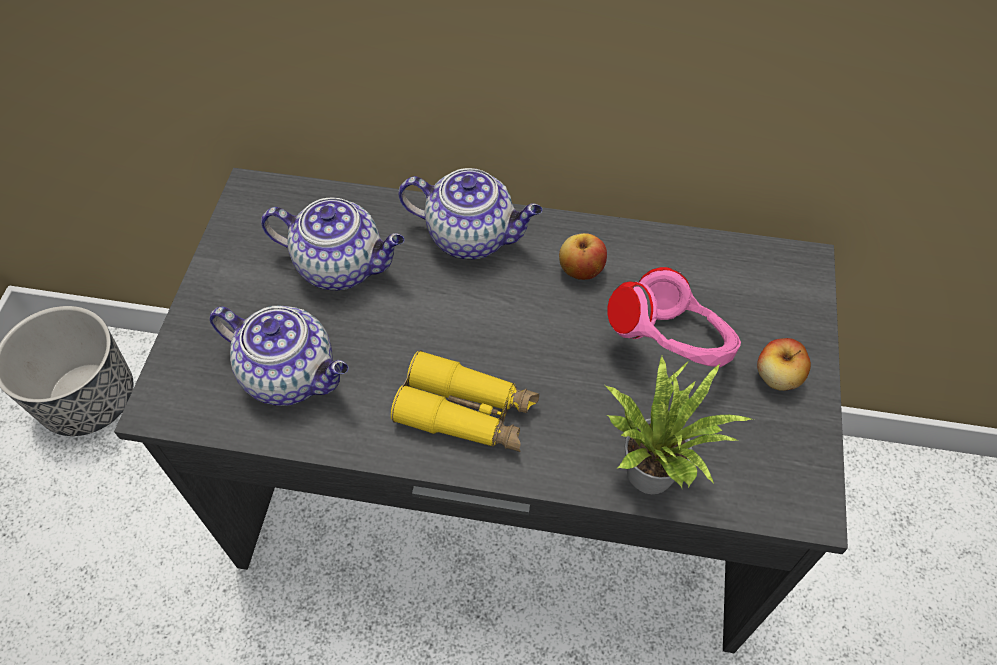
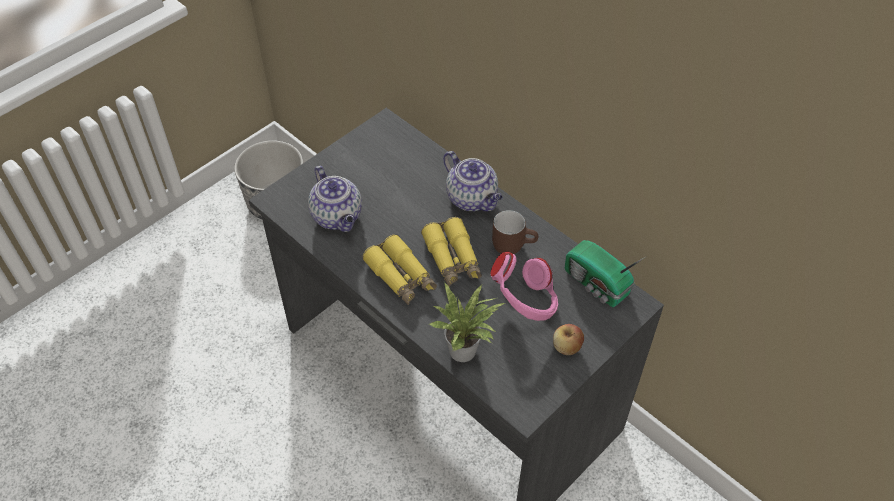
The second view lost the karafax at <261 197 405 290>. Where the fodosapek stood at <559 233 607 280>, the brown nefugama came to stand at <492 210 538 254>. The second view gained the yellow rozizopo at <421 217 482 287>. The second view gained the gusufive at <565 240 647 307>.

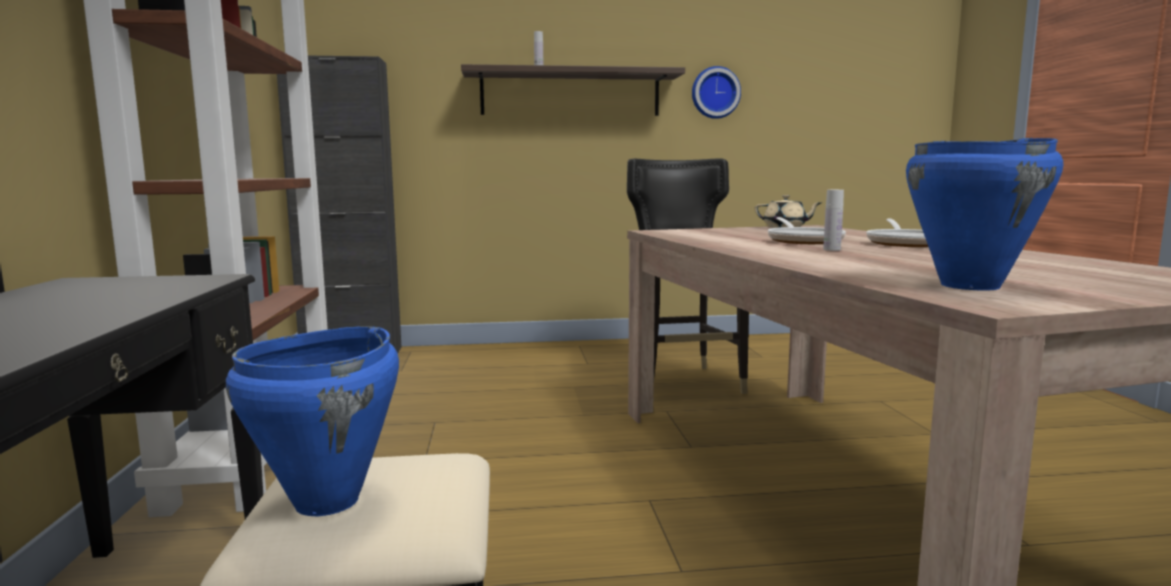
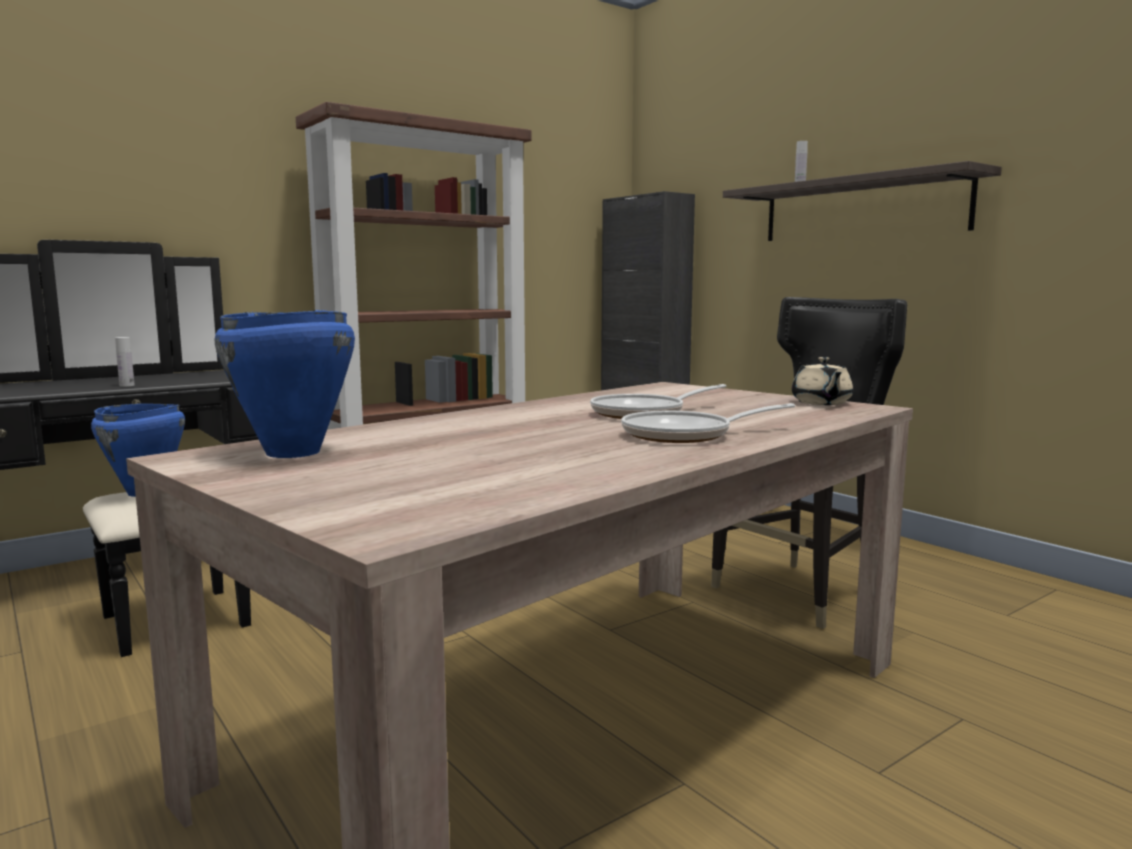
The second view lost the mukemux at <692 66 741 119>. The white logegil ended up elsewhere, having gone from <823 190 844 251> to <115 337 135 387>.

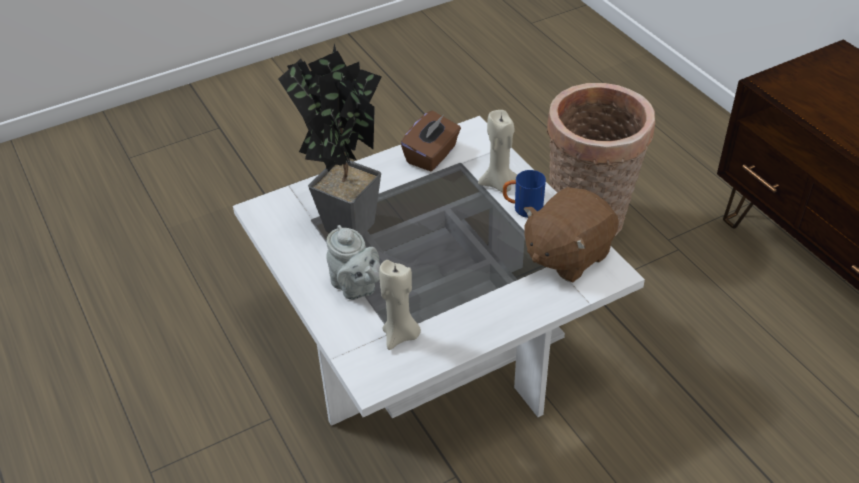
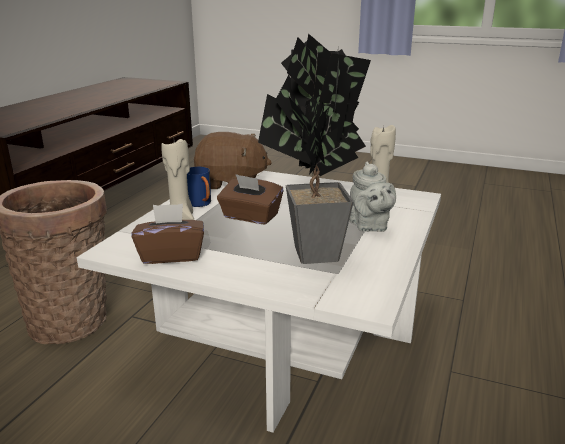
The grey karafax at <326 225 380 300> ended up facing another way, 150 degrees clockwise from before. The second view gained the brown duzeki at <217 174 284 225>.

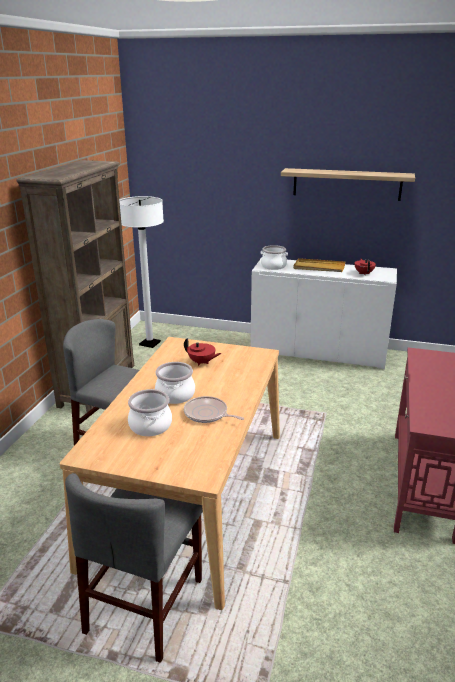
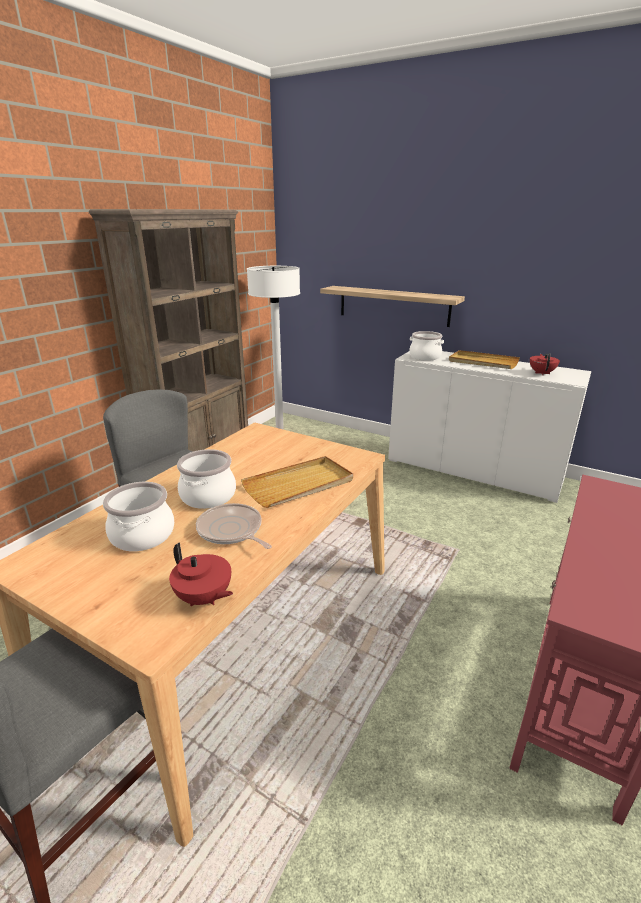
The red karafax ended up elsewhere, having gone from <184 338 221 366> to <169 542 233 606>. The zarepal ended up elsewhere, having gone from <281 168 415 201> to <320 286 465 327>. The second view gained the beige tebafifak at <241 456 353 508>.

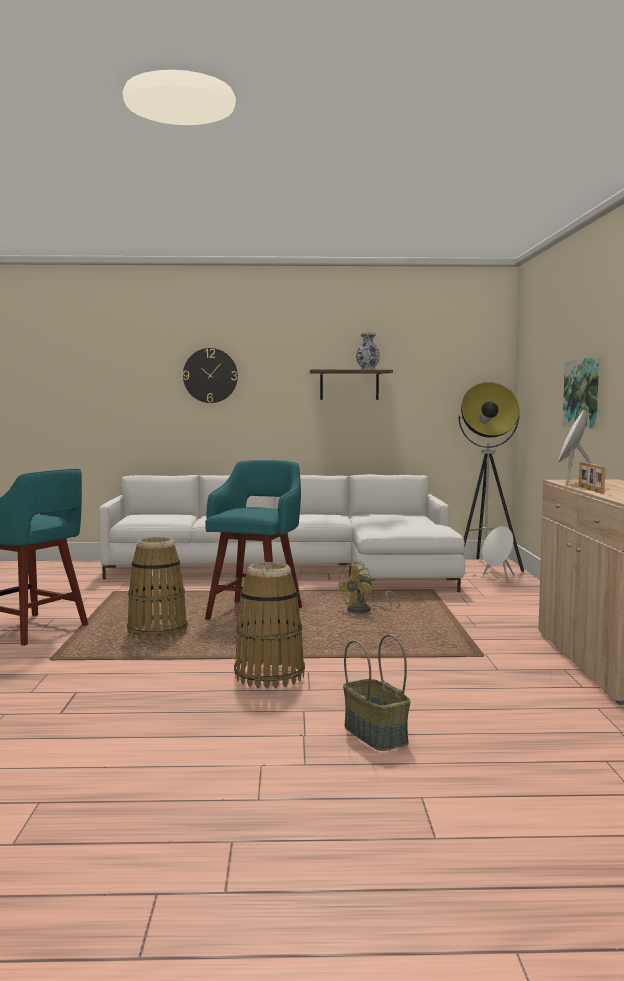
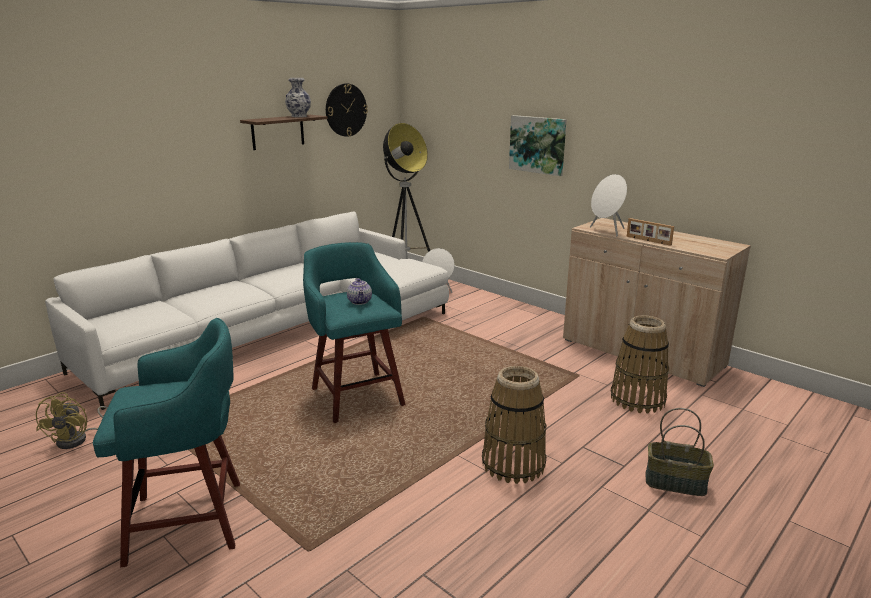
The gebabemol ended up elsewhere, having gone from <127 537 188 640> to <611 315 669 414>. The mukemux ended up elsewhere, having gone from <183 348 238 403> to <326 83 368 137>. The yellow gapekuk ended up elsewhere, having gone from <336 561 400 613> to <36 392 108 449>. The second view gained the karafax at <347 278 372 305>.

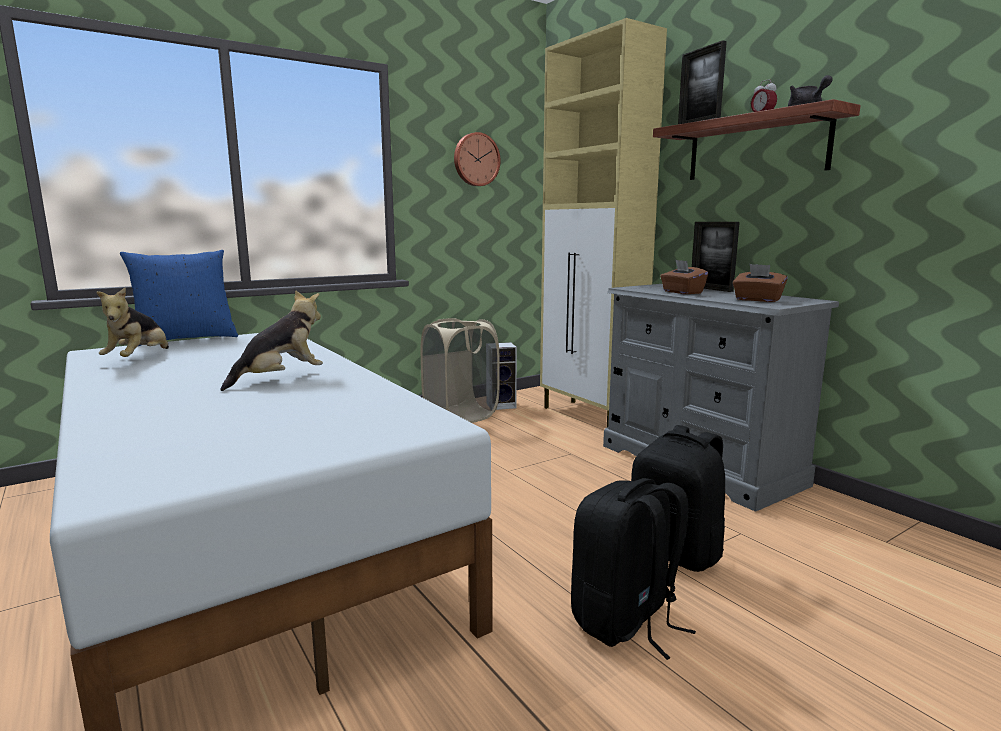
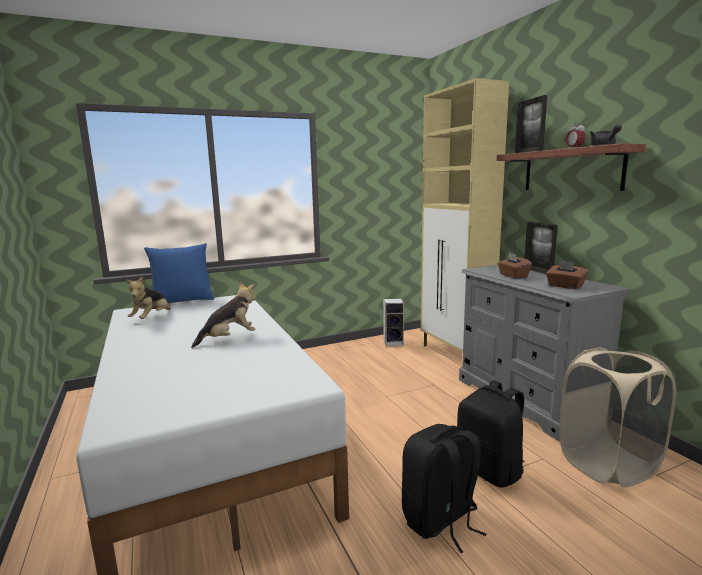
The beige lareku ended up elsewhere, having gone from <421 318 500 423> to <559 347 676 488>. The second view lost the mukemux at <454 132 501 186>.

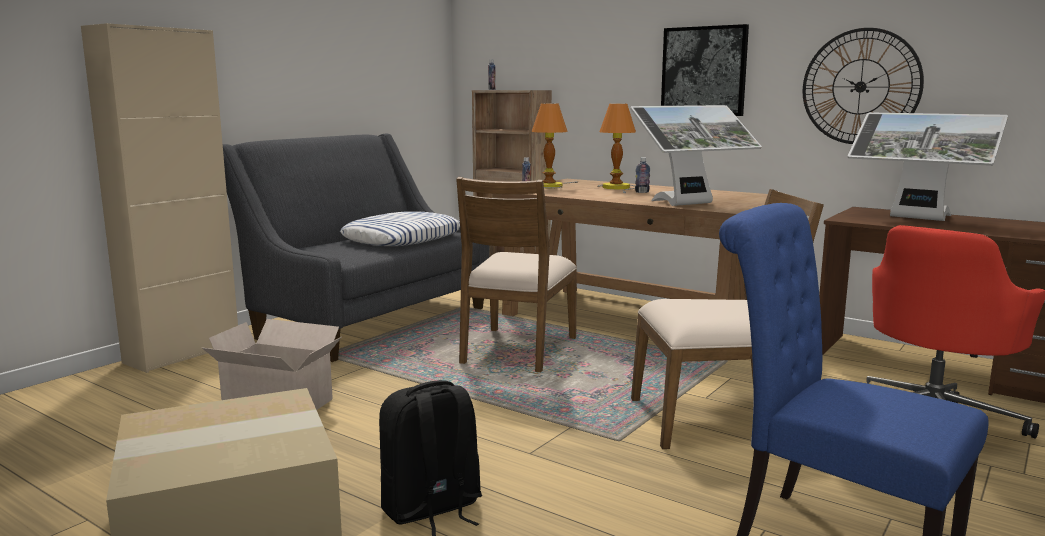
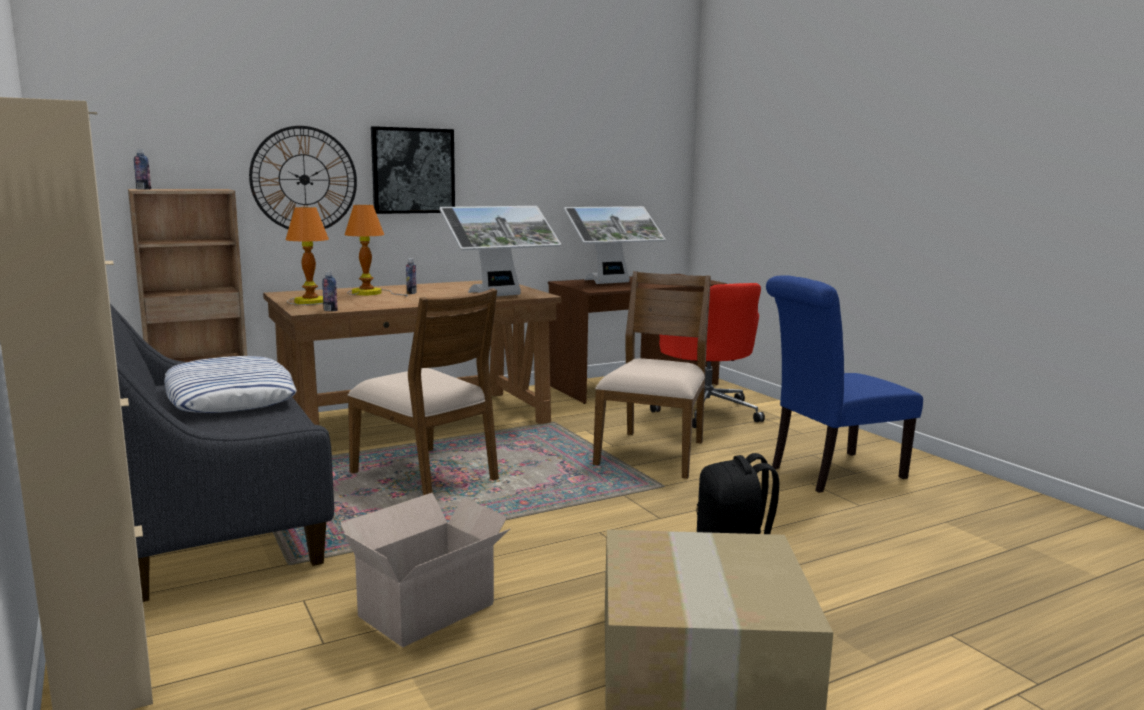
The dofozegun at <630 105 762 206> ended up facing another way, 60 degrees clockwise from before. The mukemux ended up elsewhere, having gone from <803 28 924 144> to <249 126 357 229>.

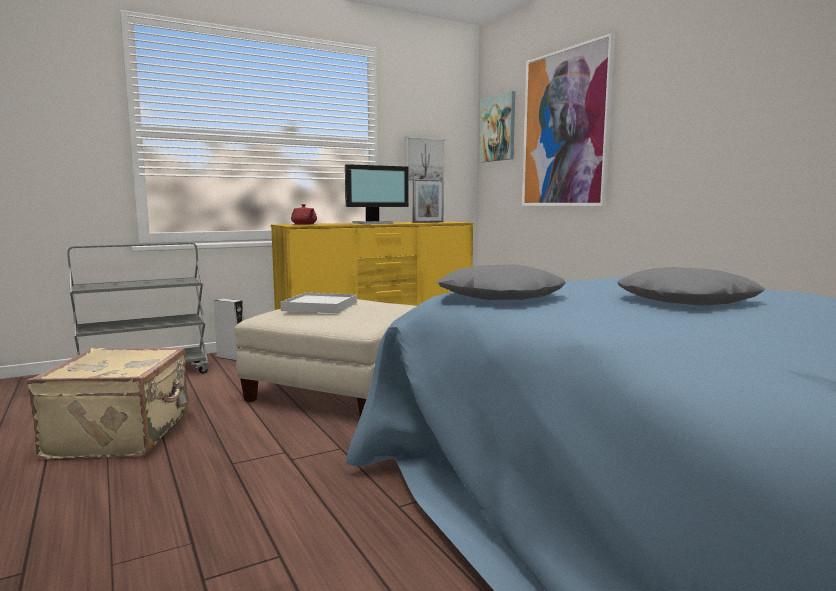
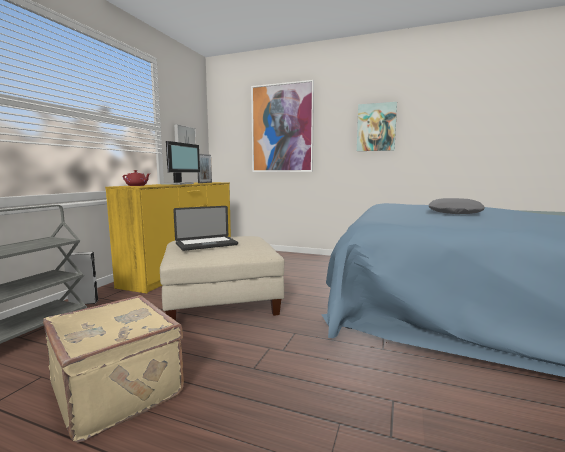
Where the white tebafifak stood at <280 293 357 313>, the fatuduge came to stand at <173 206 238 251>. The second view lost the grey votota at <437 264 566 300>. The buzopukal ended up elsewhere, having gone from <479 91 515 162> to <357 102 397 151>.

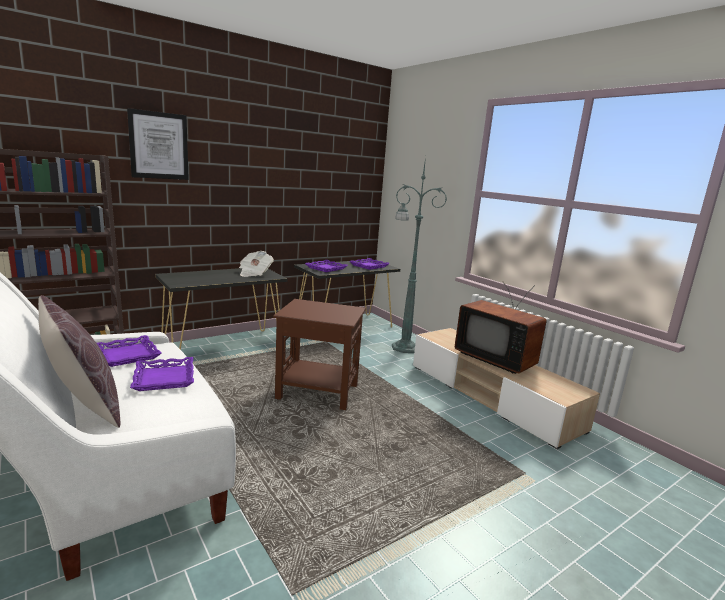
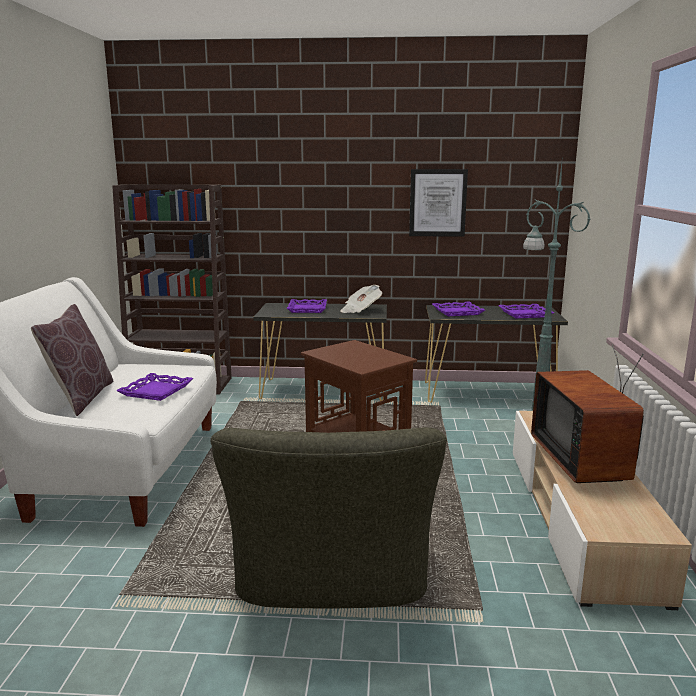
The purple tebafifak ended up elsewhere, having gone from <97 335 162 367> to <287 299 327 313>. The buzopukal ended up elsewhere, having gone from <127 108 189 180> to <409 169 468 237>. The second view gained the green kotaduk at <210 427 447 609>.

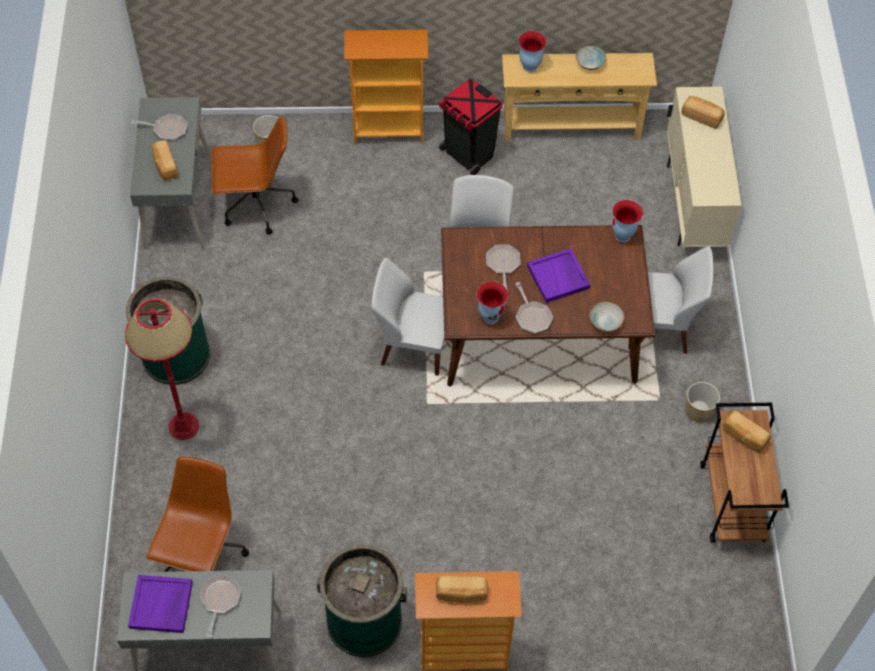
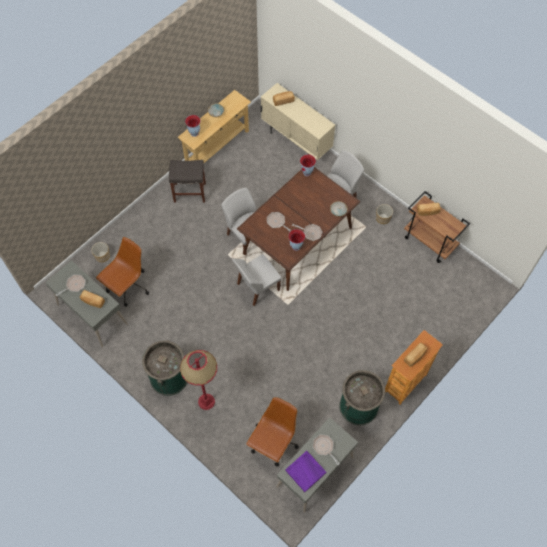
The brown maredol at <146 456 249 572> ended up facing another way, 60 degrees clockwise from before. The second view lost the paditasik at <344 30 428 145>. Where the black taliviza stood at <439 78 503 175>, the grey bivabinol came to stand at <169 160 206 203>. The second view lost the purple tebafifak at <527 248 590 303>.

